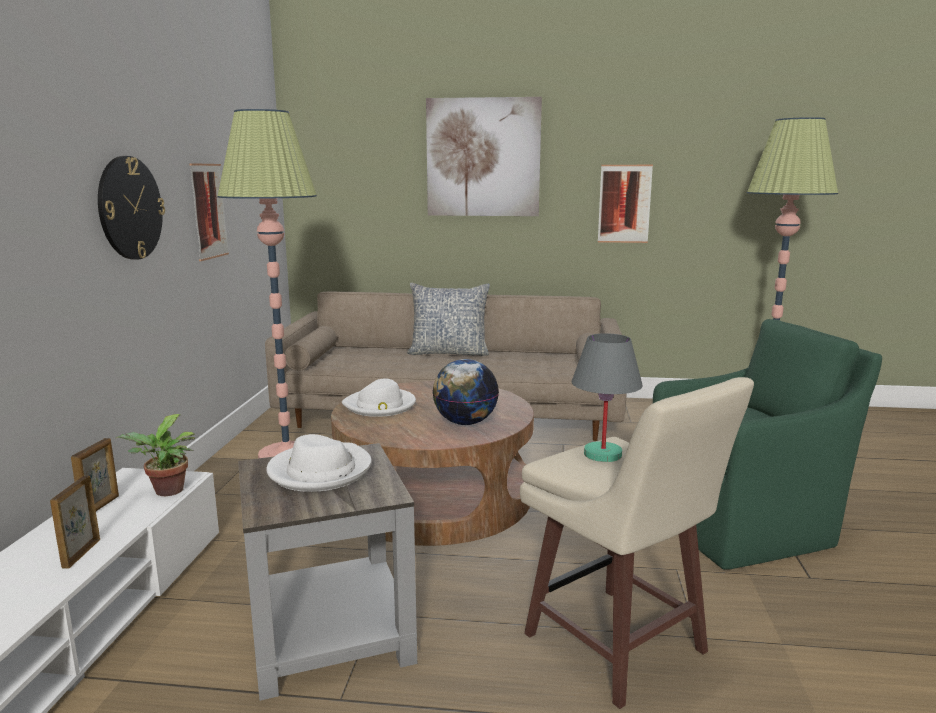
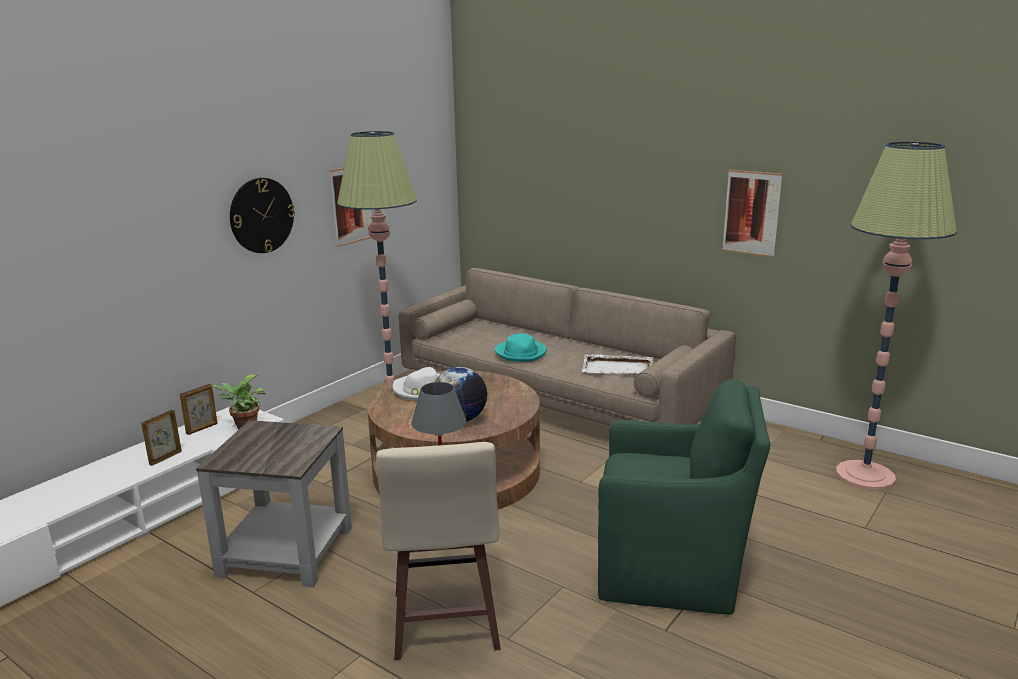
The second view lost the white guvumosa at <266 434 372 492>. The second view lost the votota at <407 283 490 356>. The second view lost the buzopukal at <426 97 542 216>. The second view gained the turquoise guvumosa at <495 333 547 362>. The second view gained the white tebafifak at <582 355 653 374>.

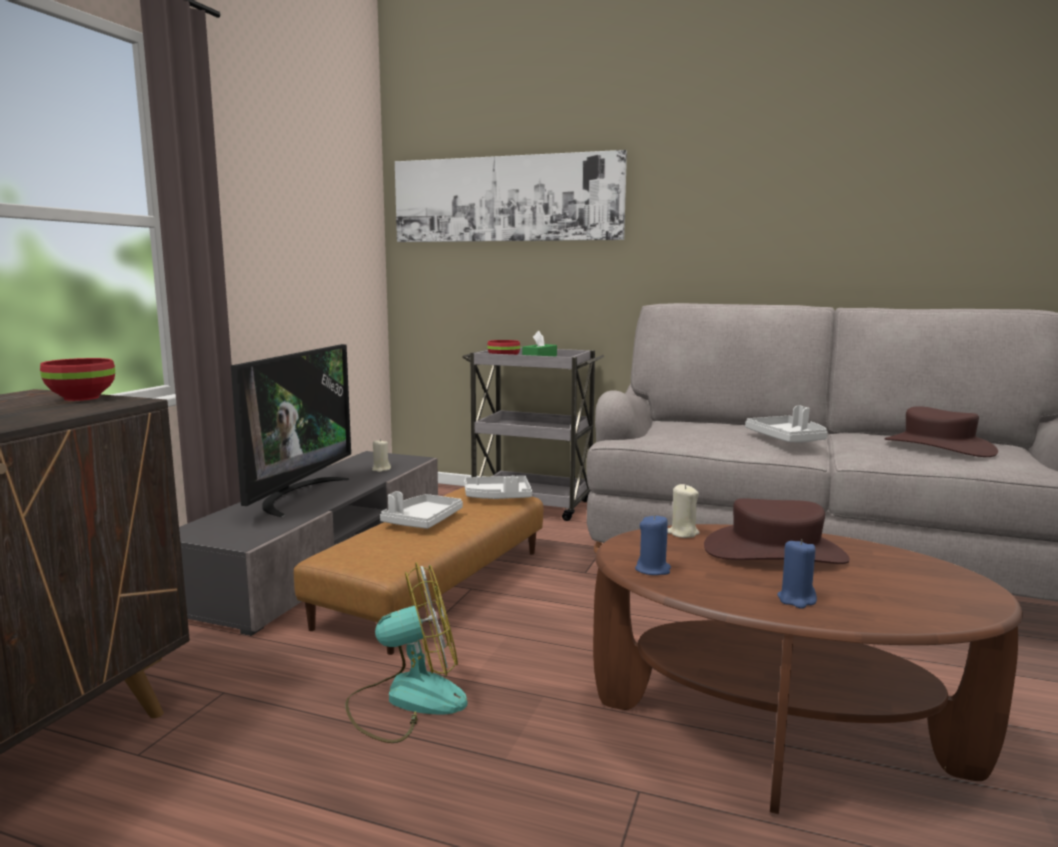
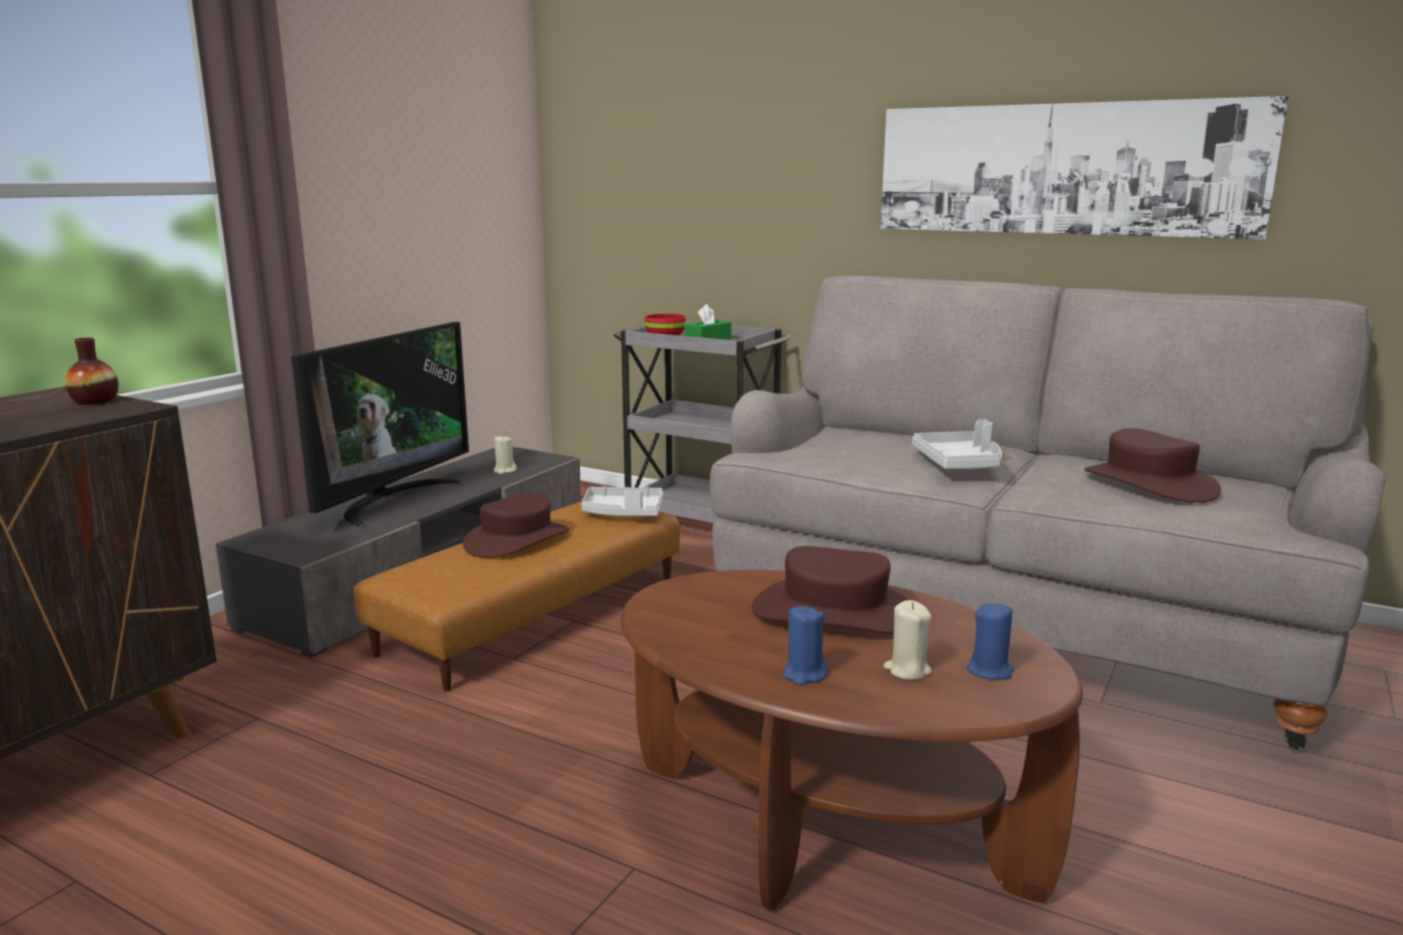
Where the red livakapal stood at <40 358 115 401>, the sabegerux came to stand at <65 338 118 405>. The second view lost the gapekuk at <345 562 468 743>. Where the grey tebafifak stood at <380 491 463 529>, the brown guvumosa came to stand at <463 493 570 558>. The buzopukal ended up elsewhere, having gone from <395 150 627 242> to <880 96 1289 239>. The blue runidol ended up elsewhere, having gone from <635 514 671 575> to <967 603 1014 679>. The beige runidol ended up elsewhere, having gone from <667 484 700 538> to <883 600 932 680>.

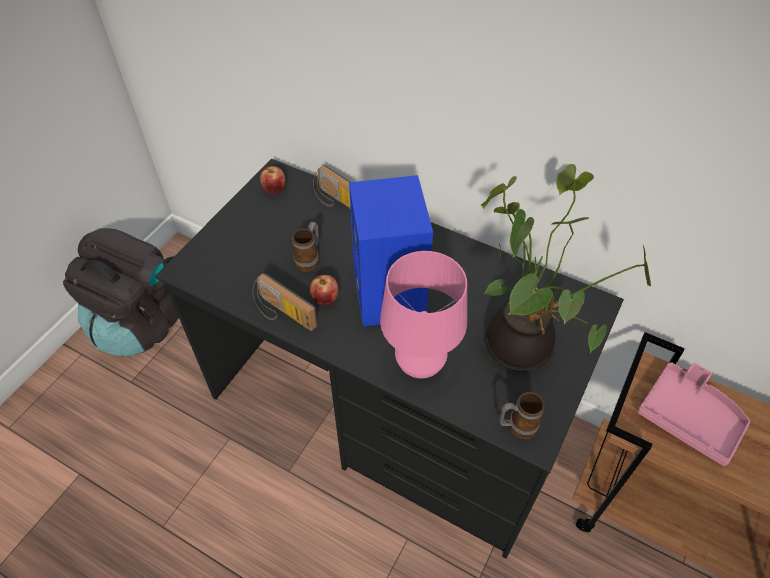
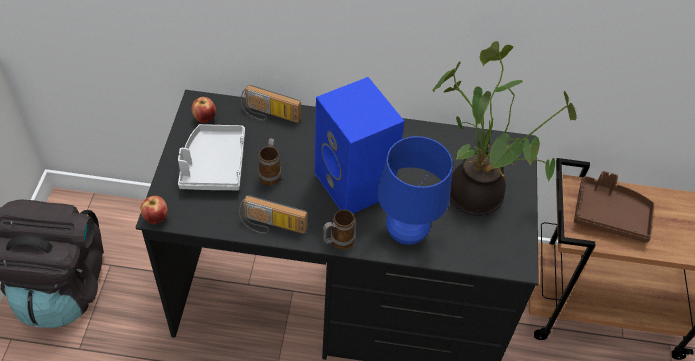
The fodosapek ended up elsewhere, having gone from <310 275 338 305> to <140 195 168 224>. What was the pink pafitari at <380 251 467 378> turned into the blue pafitari at <377 136 453 245>. The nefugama ended up elsewhere, having gone from <499 392 544 439> to <323 210 355 250>. What was the pink tebafifak at <638 363 750 466> turned into the brown tebafifak at <574 171 654 243>. The second view gained the grey tebafifak at <178 124 245 190>.

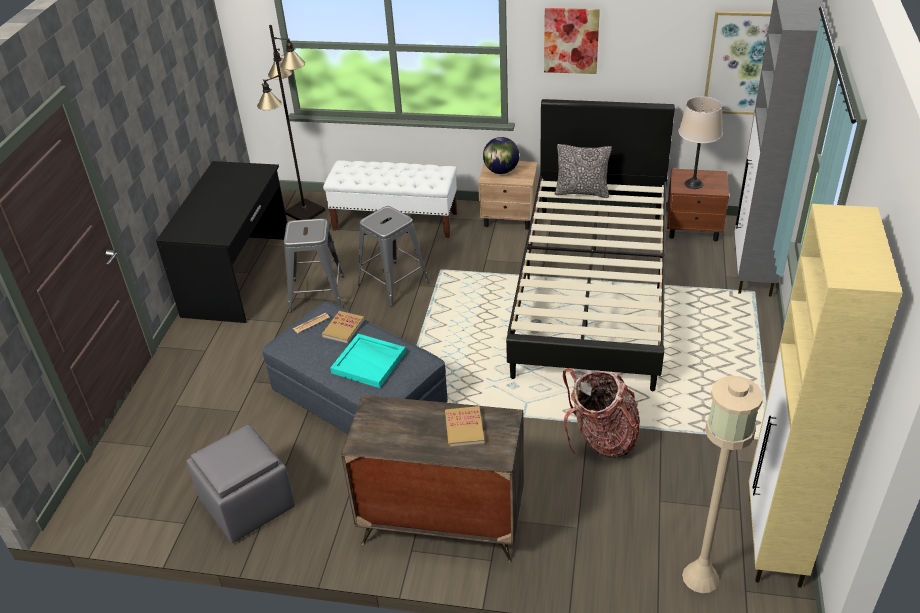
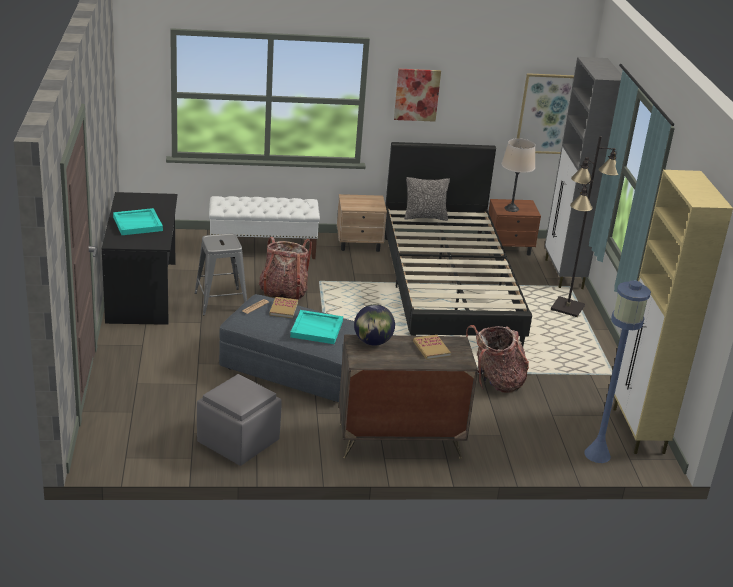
The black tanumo ended up elsewhere, having gone from <257 25 325 220> to <551 136 619 317>. Where the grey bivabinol stood at <357 206 429 307>, the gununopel came to stand at <259 237 312 300>. The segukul ended up elsewhere, having gone from <483 137 519 174> to <354 304 395 346>. What was the beige tanumo at <682 376 763 593> turned into the blue tanumo at <584 280 651 463>. The second view gained the turquoise tebafifak at <113 208 163 235>.

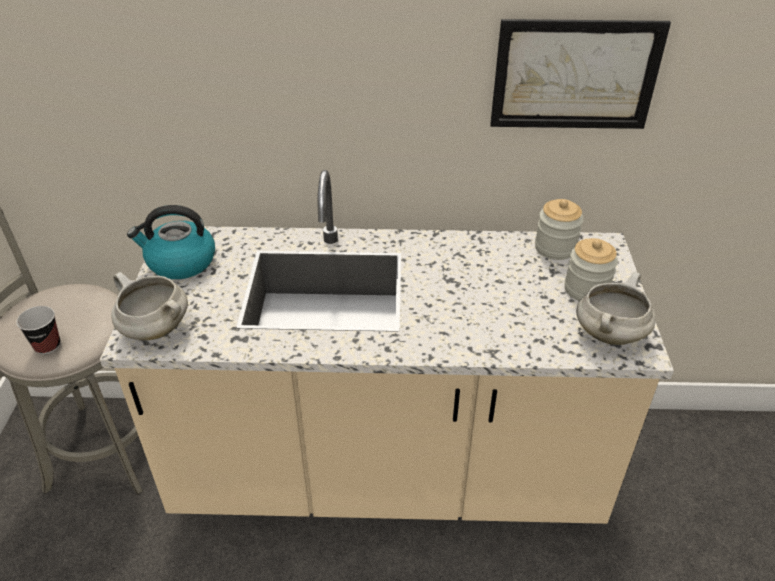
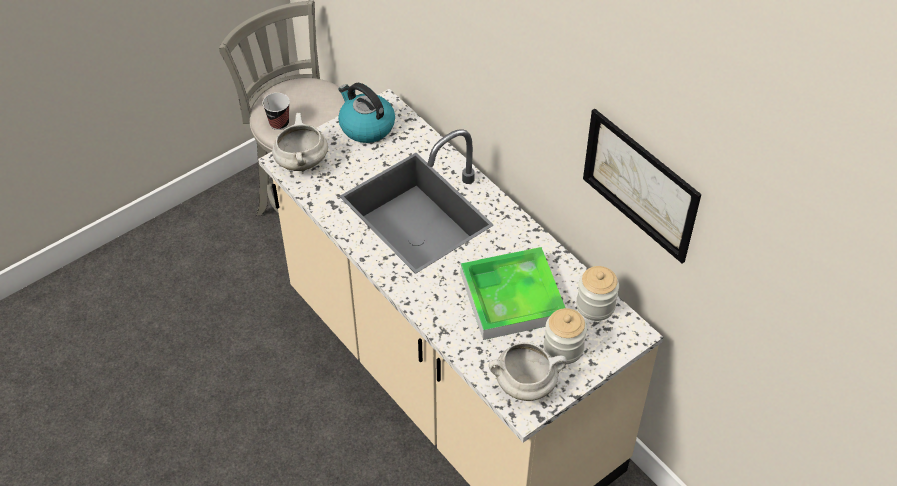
The second view gained the tebafifak at <461 247 565 340>.

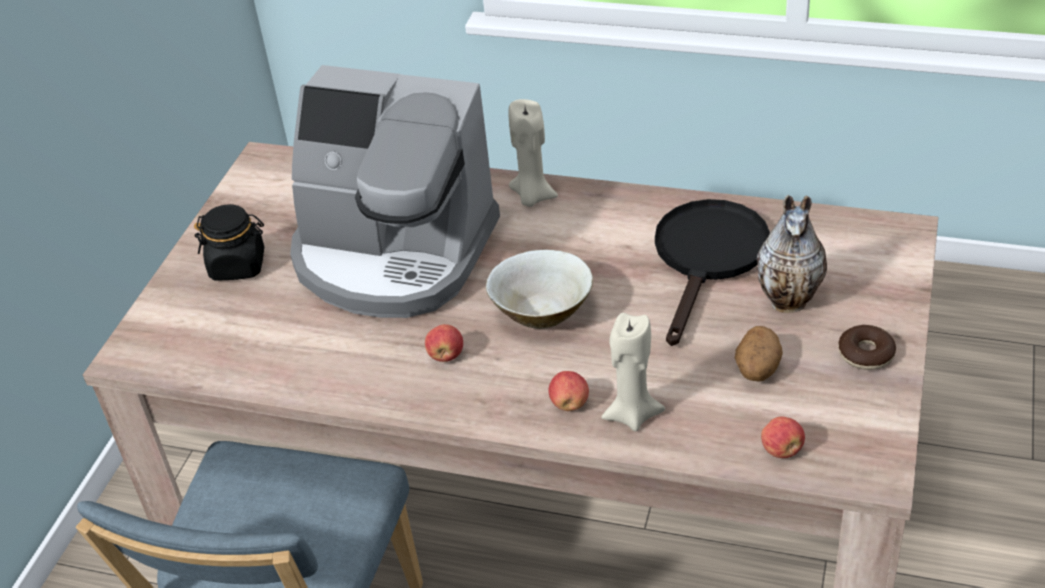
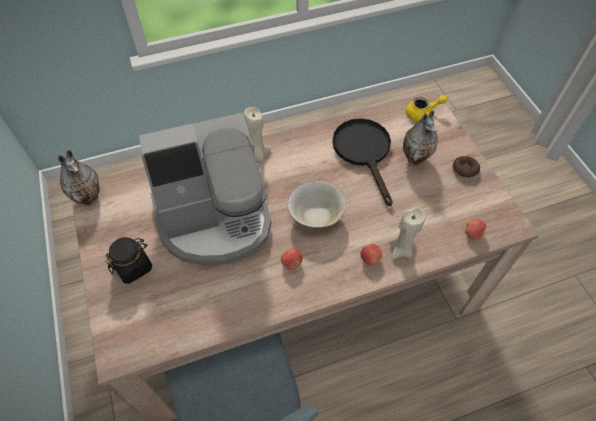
The second view lost the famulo at <735 326 783 382>. The second view gained the sabegerux at <58 150 100 206>. The second view gained the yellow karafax at <406 95 448 121>.

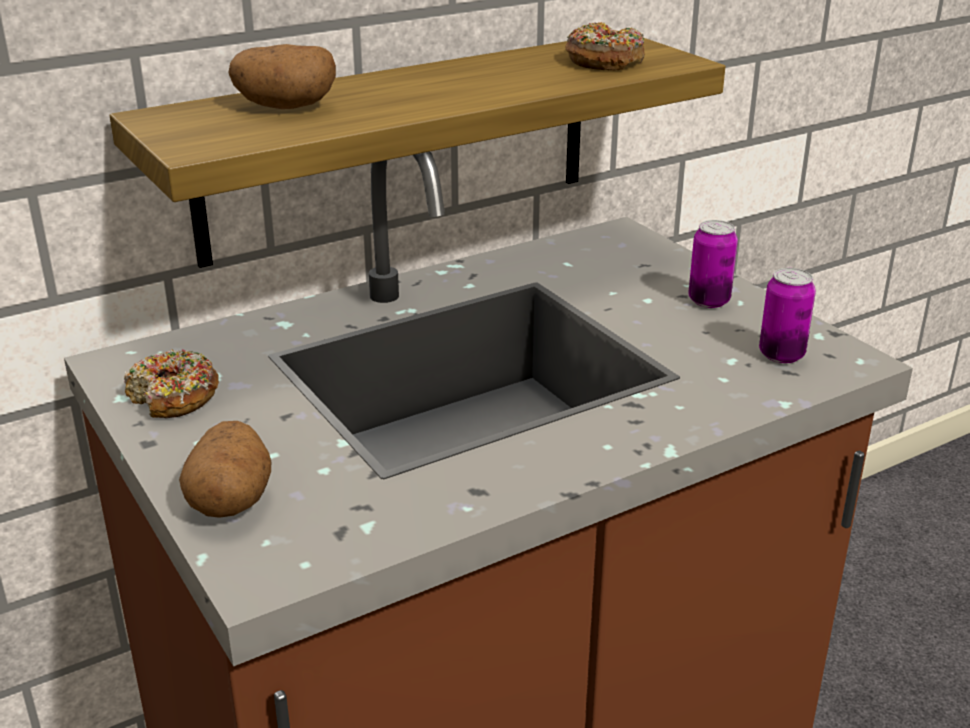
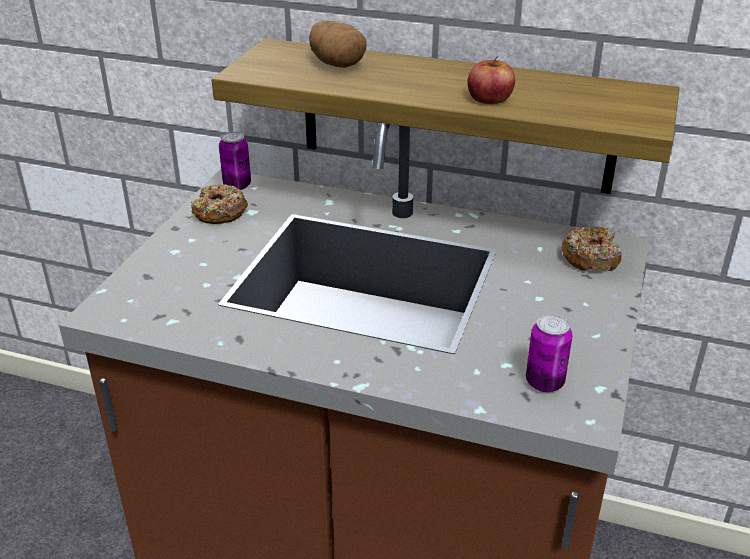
The second view lost the famulo at <179 421 271 518>. The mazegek ended up elsewhere, having gone from <565 22 645 71> to <562 226 622 271>. The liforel ended up elsewhere, having gone from <688 220 738 308> to <219 132 251 190>. The second view gained the fodosapek at <467 56 515 104>.

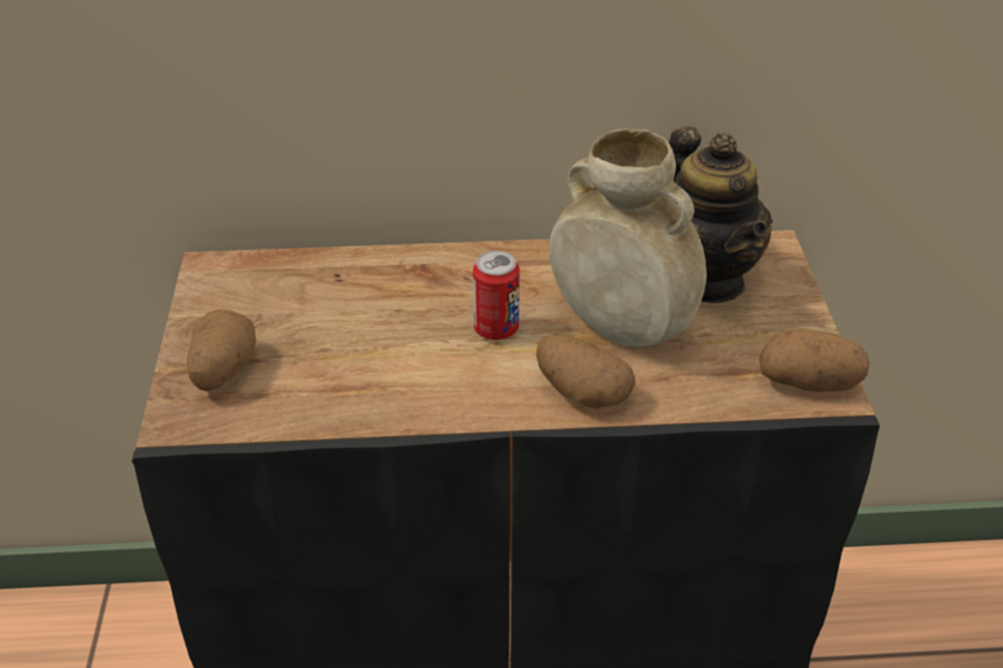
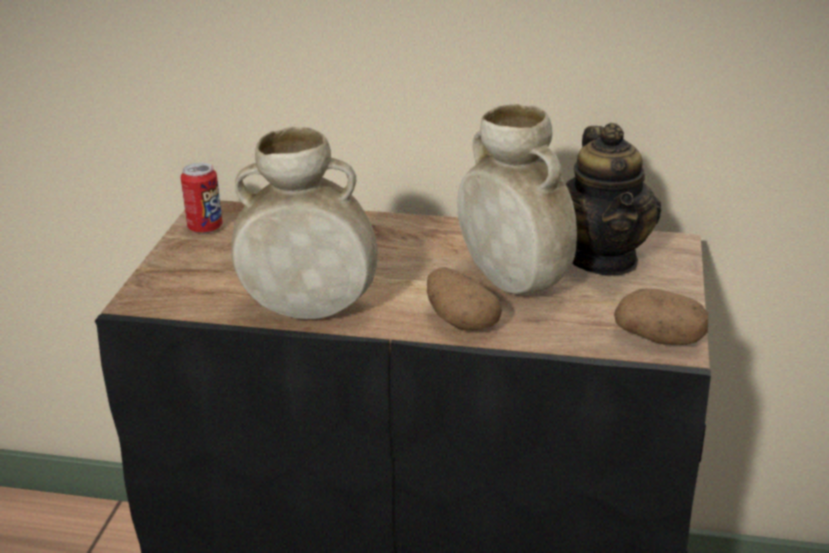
The second view lost the famulo at <187 310 256 391>. The liforel ended up elsewhere, having gone from <473 251 520 340> to <181 162 223 234>. The second view gained the beige sabegerux at <231 127 378 319>.

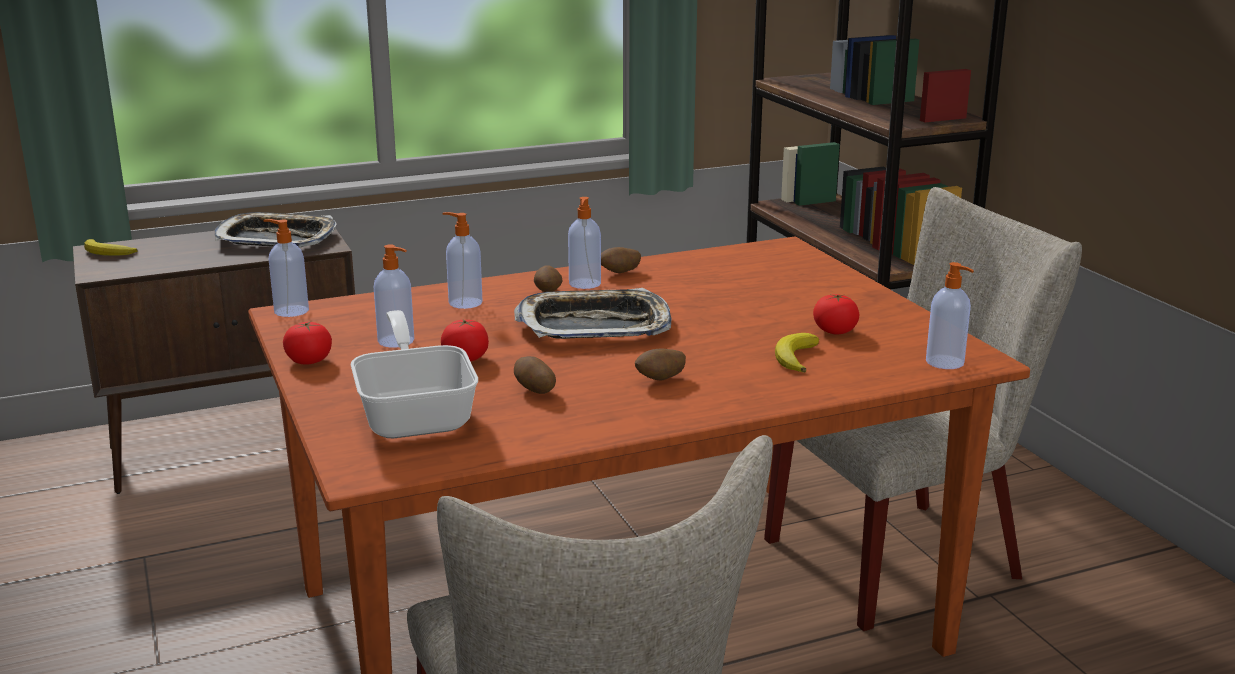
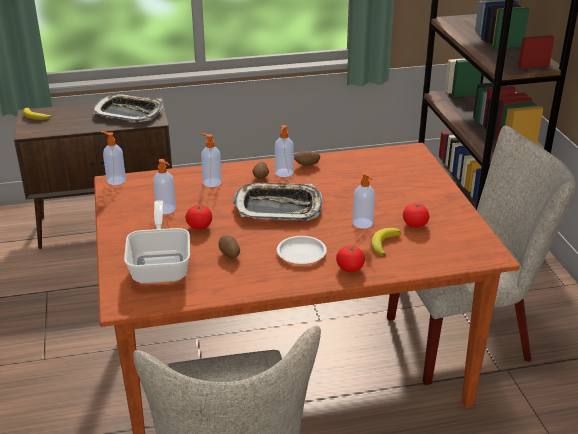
The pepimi ended up elsewhere, having gone from <283 322 332 365> to <336 245 365 273>. Where the famulo stood at <635 349 686 380>, the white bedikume came to stand at <277 236 327 264>. The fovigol ended up elsewhere, having gone from <926 262 974 369> to <352 172 375 229>.

